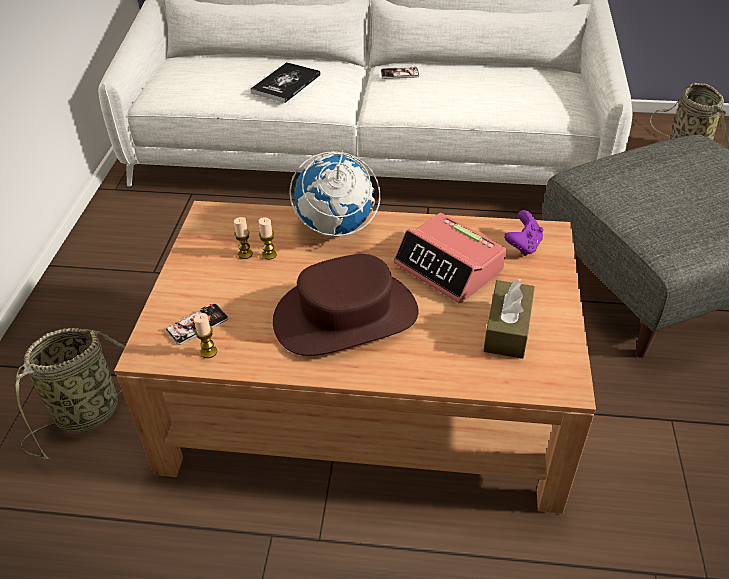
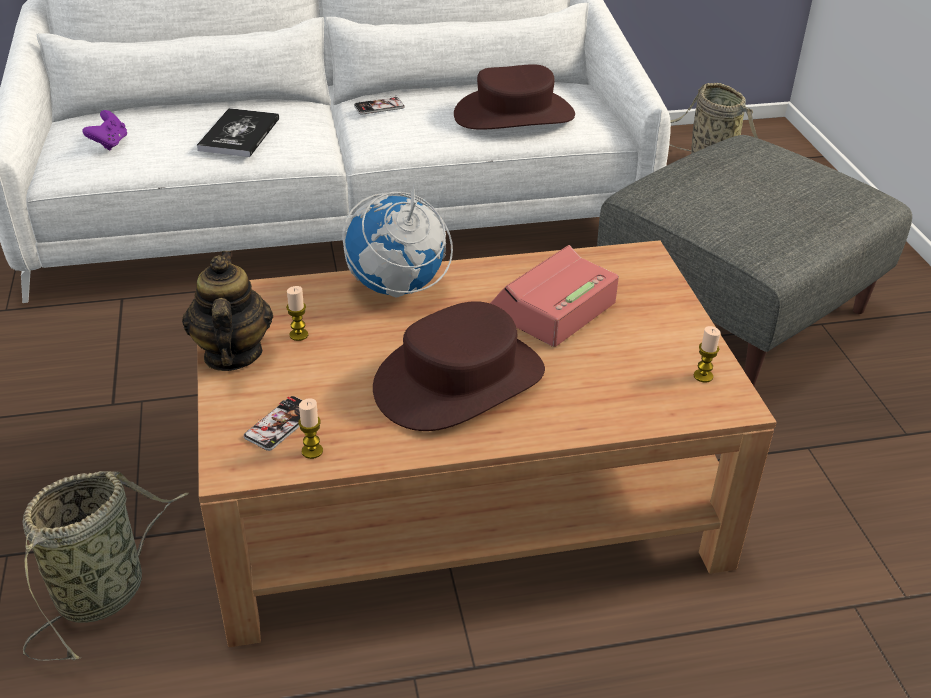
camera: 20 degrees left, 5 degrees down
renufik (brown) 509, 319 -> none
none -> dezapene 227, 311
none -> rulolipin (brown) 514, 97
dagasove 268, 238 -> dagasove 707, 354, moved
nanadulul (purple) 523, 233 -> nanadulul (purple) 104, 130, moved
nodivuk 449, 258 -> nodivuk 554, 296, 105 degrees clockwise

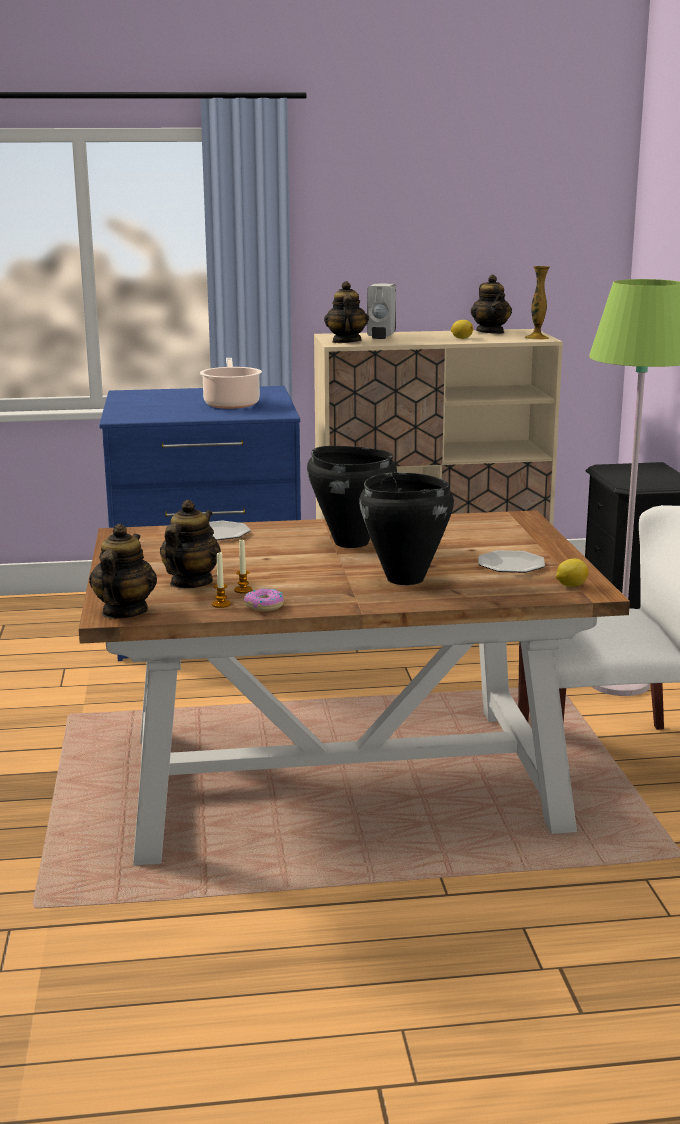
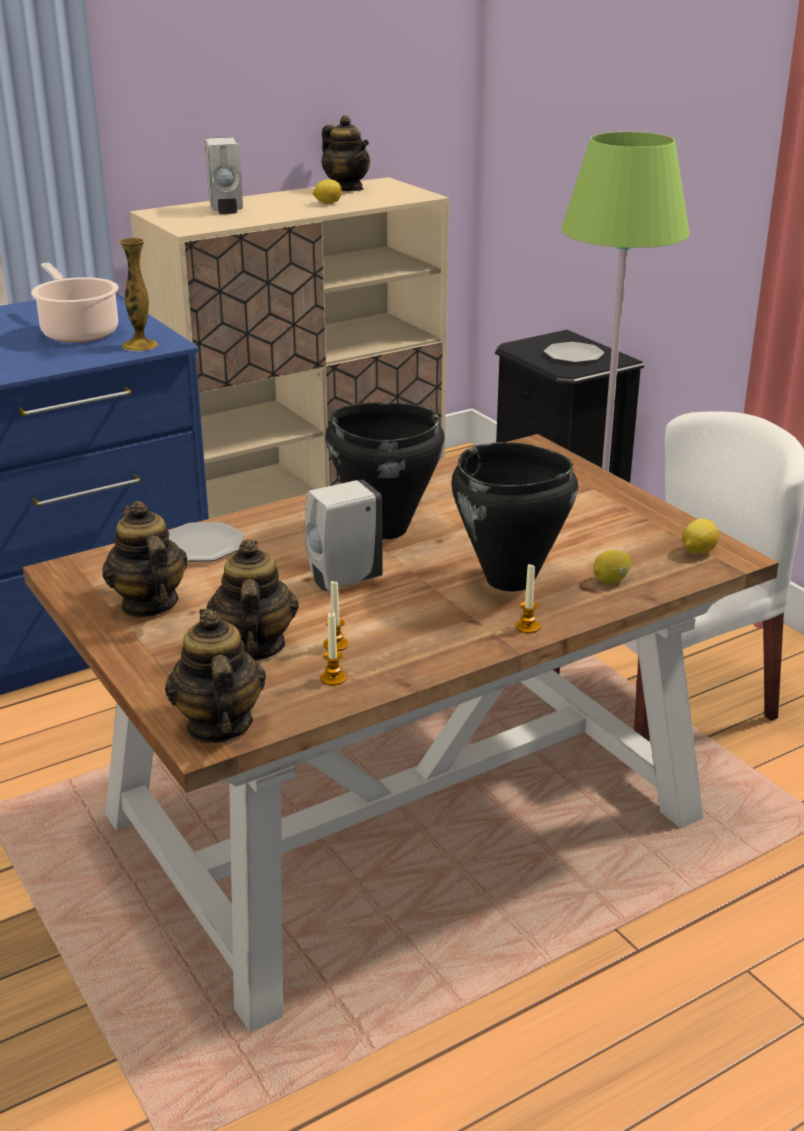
camera: 25 degrees left, 10 degrees up
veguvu 264, 599 -> none
none -> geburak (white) 344, 535
none -> dagasove 528, 598
none -> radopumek 612, 567
dezapene 346, 312 -> dezapene 144, 559, moved
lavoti 511, 561 -> lavoti 574, 352, moved
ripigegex 537, 303 -> ripigegex 139, 294, moved

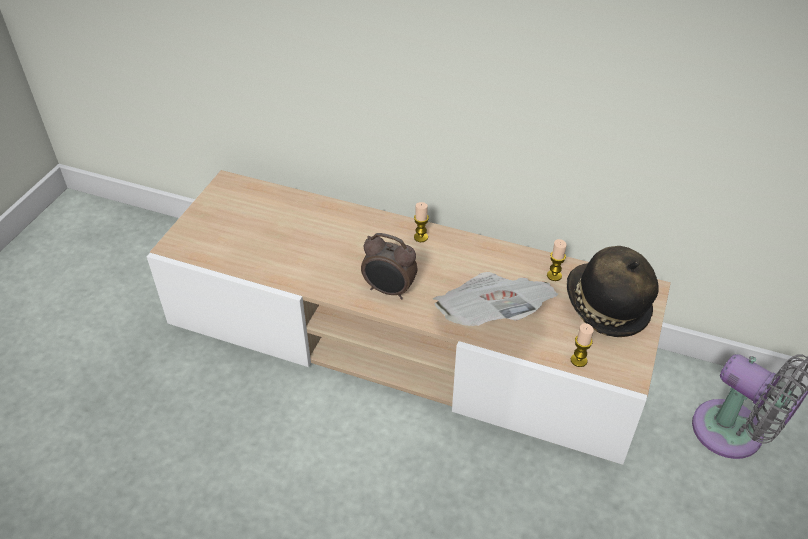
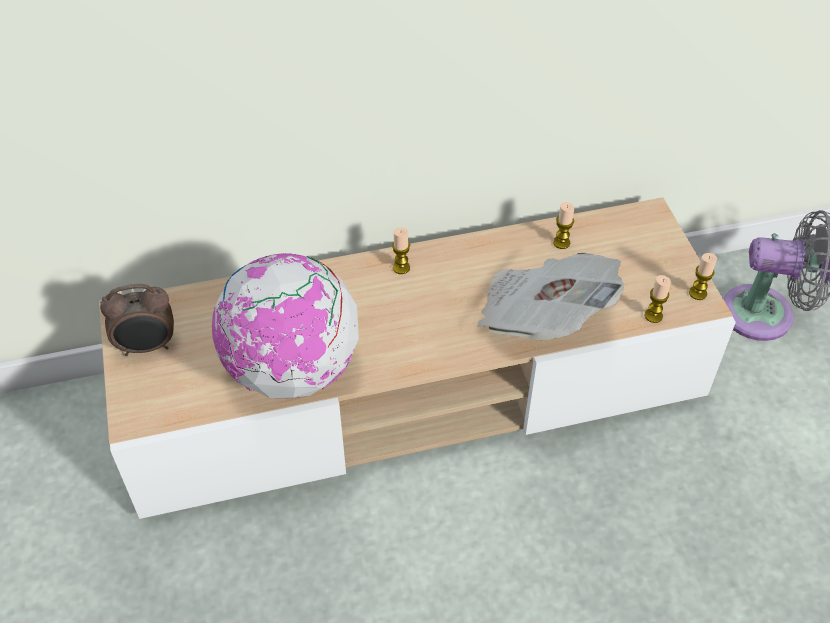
camera: 35 degrees left, 5 degrees up
rulolipin 613, 291 -> none
none -> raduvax 285, 326
none -> dagasove 703, 276
nodivuk 389, 266 -> nodivuk 137, 320, moved

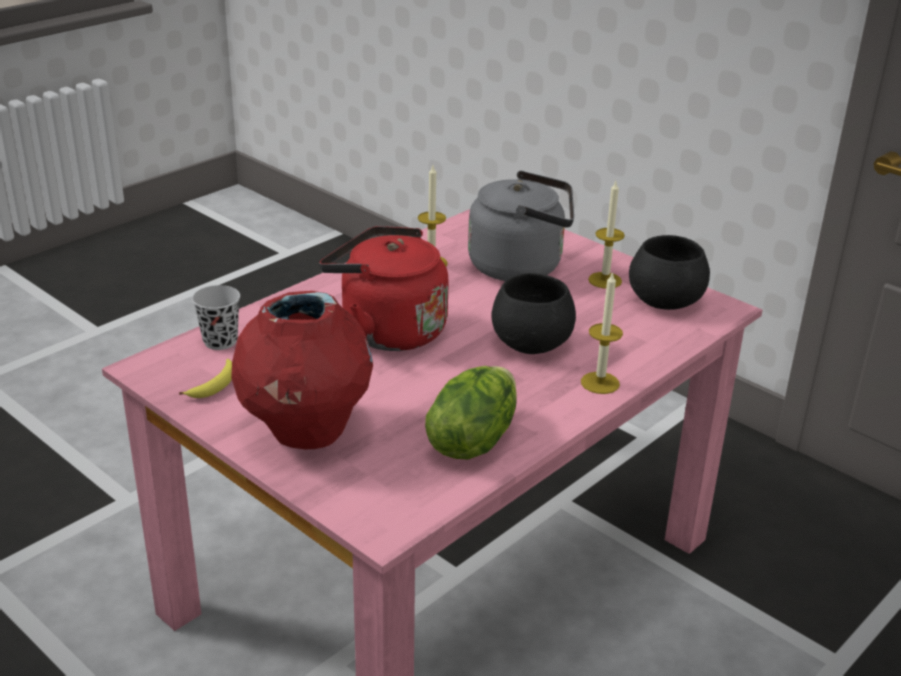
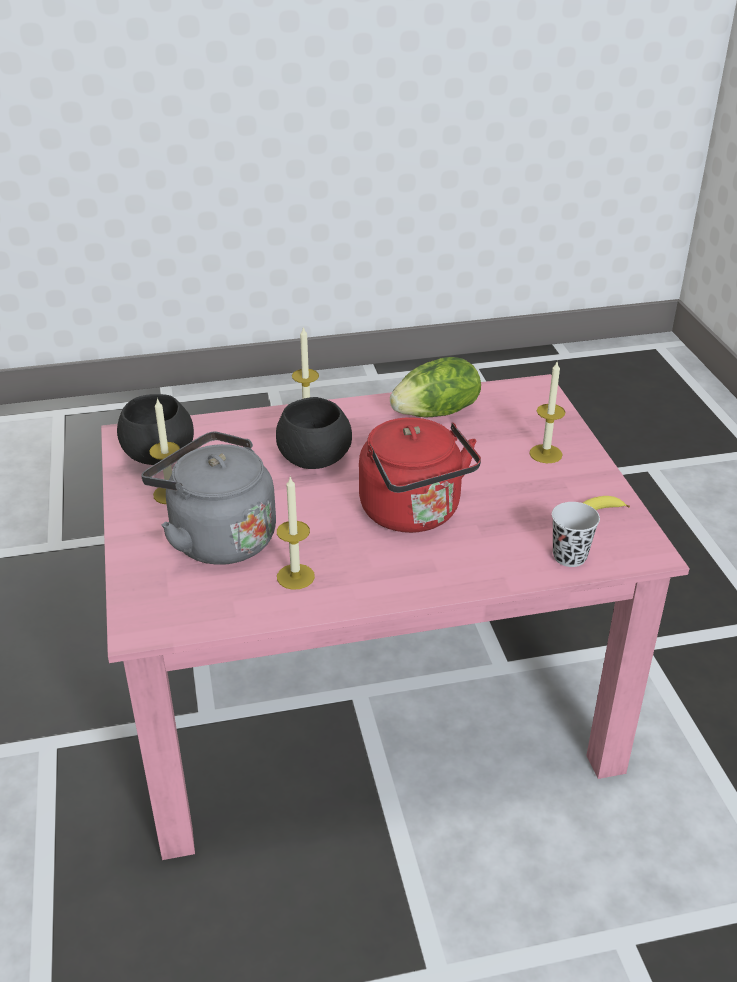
camera: 145 degrees left, 5 degrees up
ripigegex (red) 302, 370 -> dagasove 547, 412

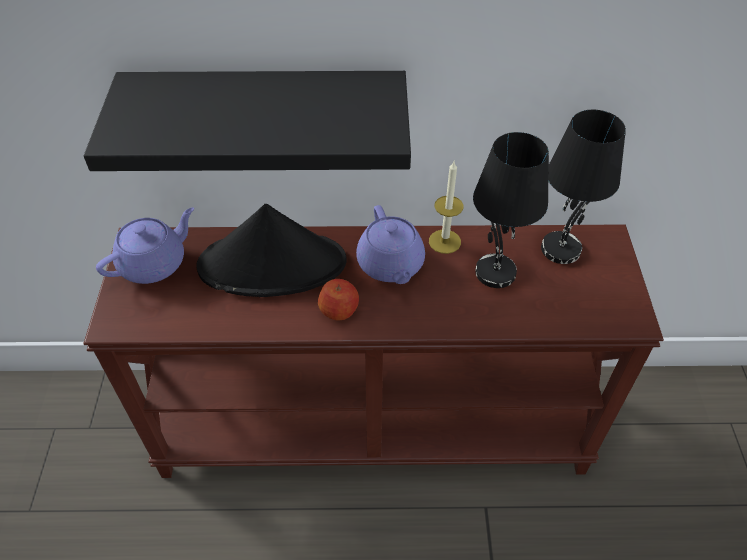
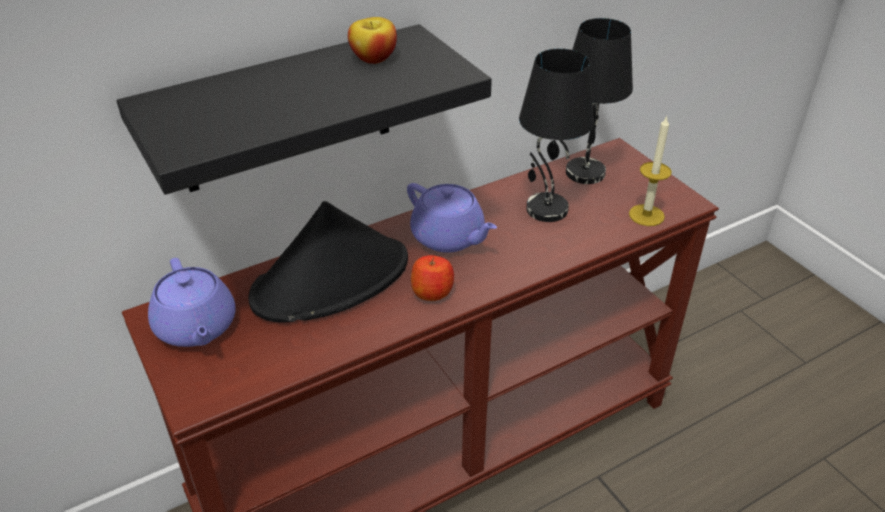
camera: 30 degrees left, 10 degrees down
none -> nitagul 372, 40
dagasove 446, 207 -> dagasove 650, 171, moved
dezapene (purple) 145, 245 -> dezapene (purple) 192, 302, 135 degrees clockwise

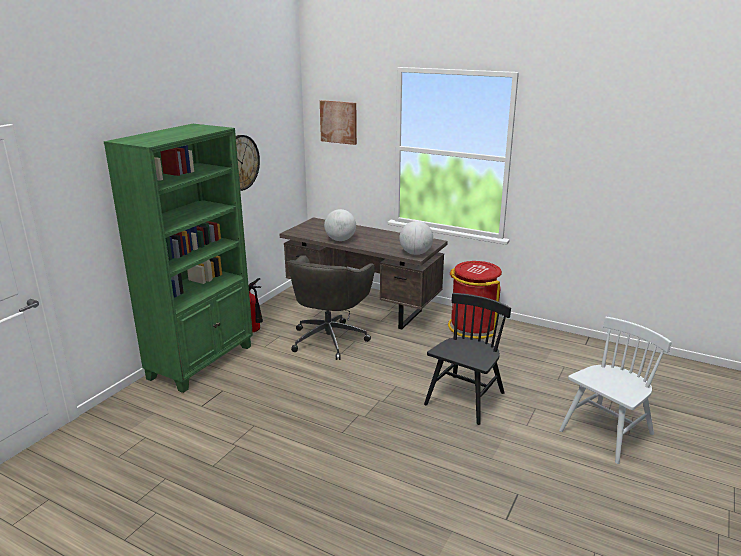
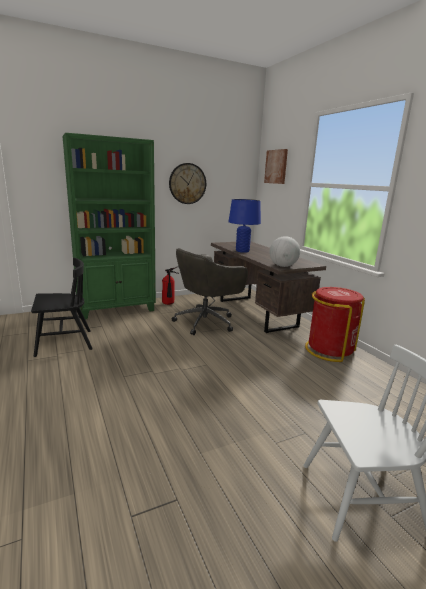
camera: 35 degrees right, 5 degrees down
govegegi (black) 467, 359 -> govegegi (black) 62, 307, moved
raduvax 340, 225 -> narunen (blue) 244, 226

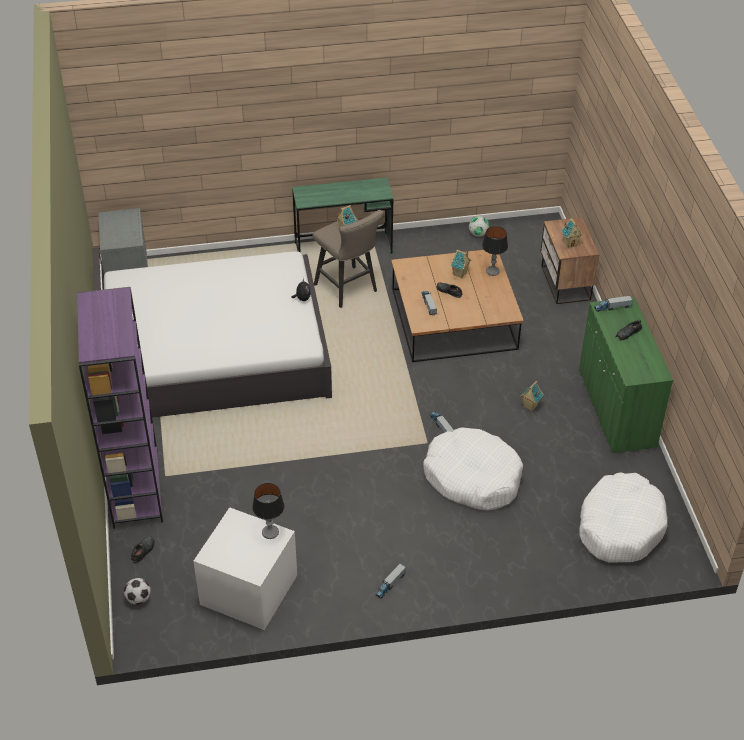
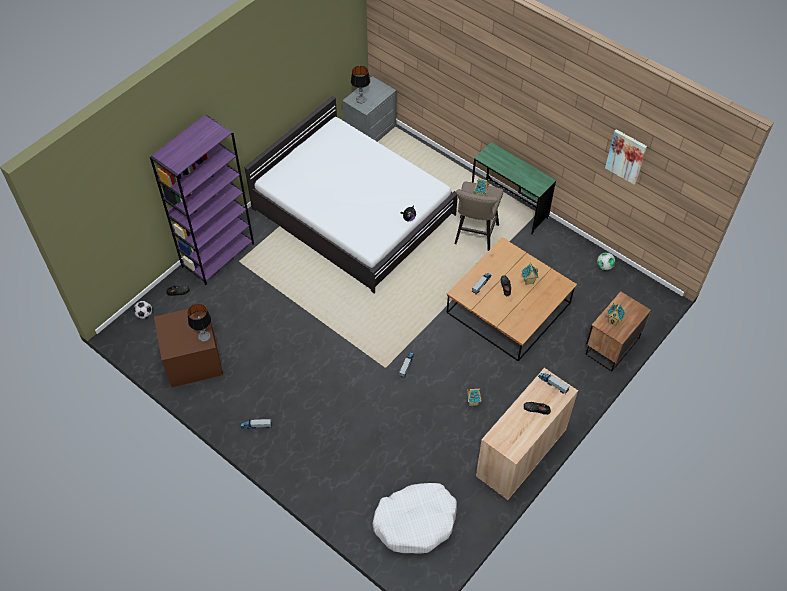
camera: 50 degrees right, 10 degrees up
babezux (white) 473, 469 -> none
none -> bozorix 626, 157
narunen 495, 251 -> narunen 360, 84, moved
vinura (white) 245, 568 -> vinura (brown) 188, 346
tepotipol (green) 626, 375 -> tepotipol (beige) 527, 434

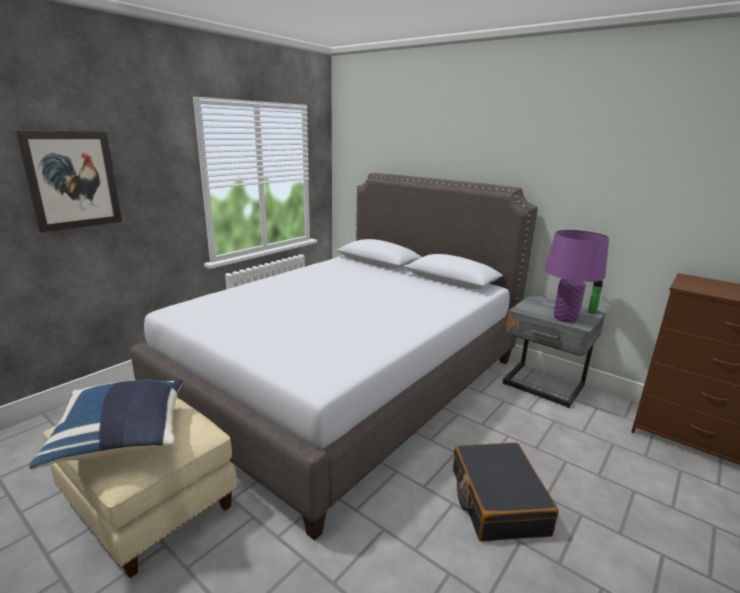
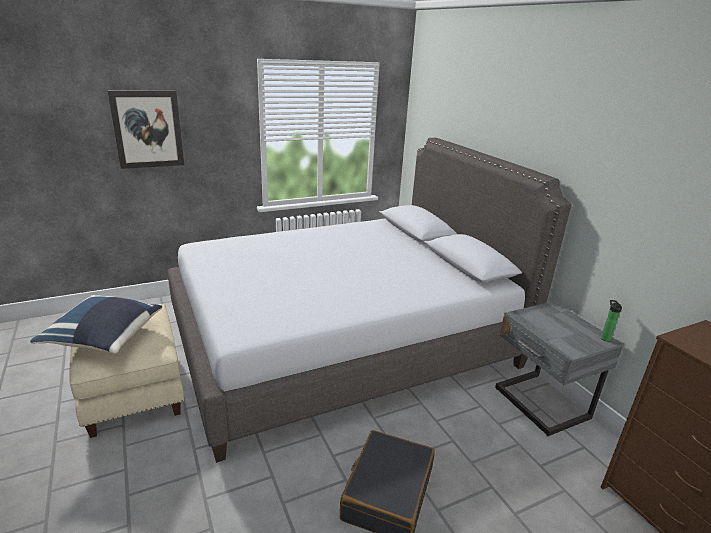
camera: 25 degrees right, 5 degrees up
narunen (purple) 577, 276 -> none

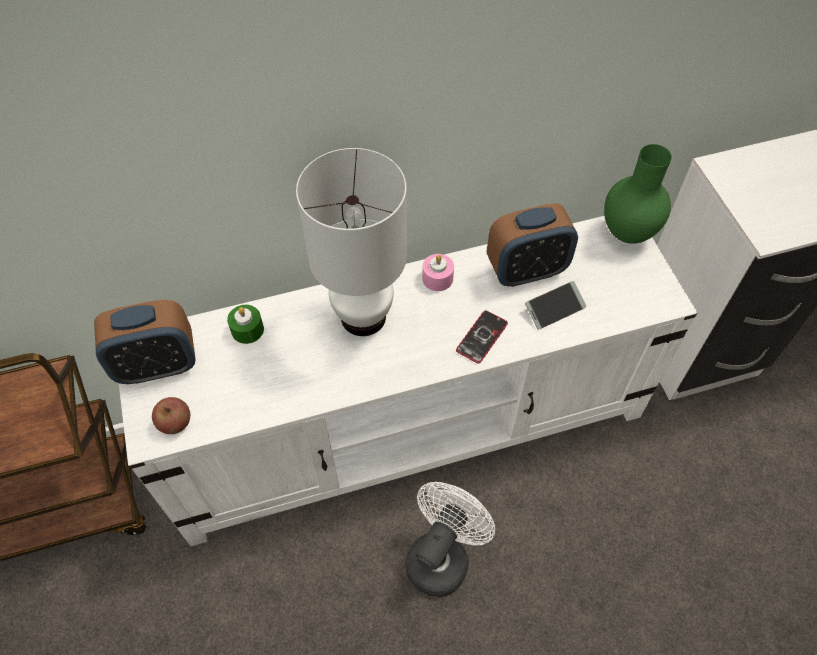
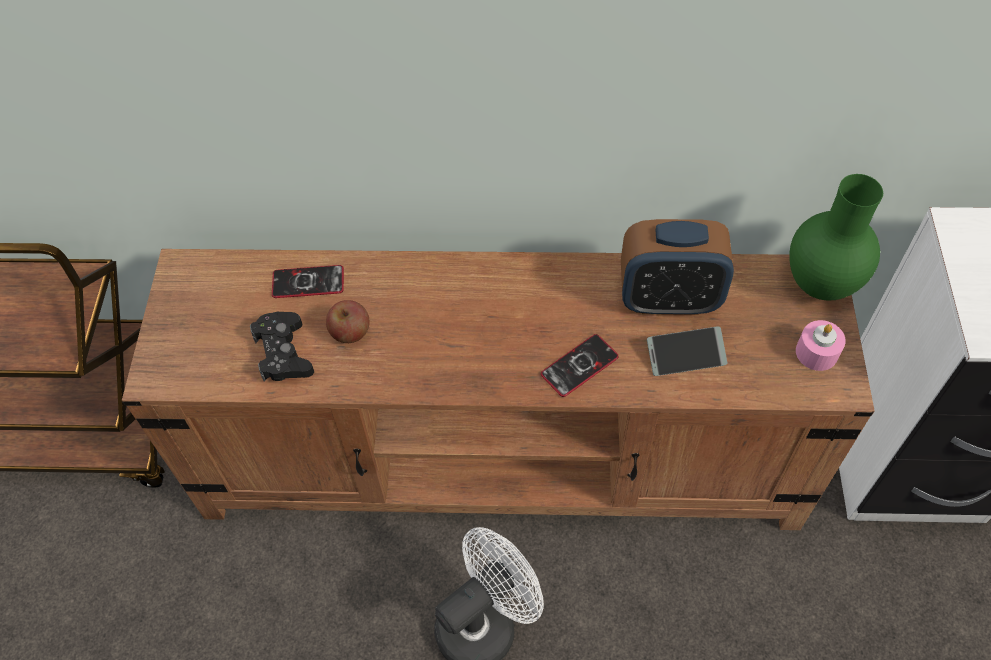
camera: 20 degrees right, 0 degrees up
nodivuk 145, 342 -> none
narunen (white) 351, 242 -> none
none -> nanadulul (black) 282, 346
nitagul 171, 415 -> nitagul 348, 321, moved
dagasove (pink) 438, 272 -> dagasove (pink) 821, 345, moved
dagasove (green) 245, 324 -> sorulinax 308, 281
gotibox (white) 408, 381 -> gotibox (brown) 498, 389

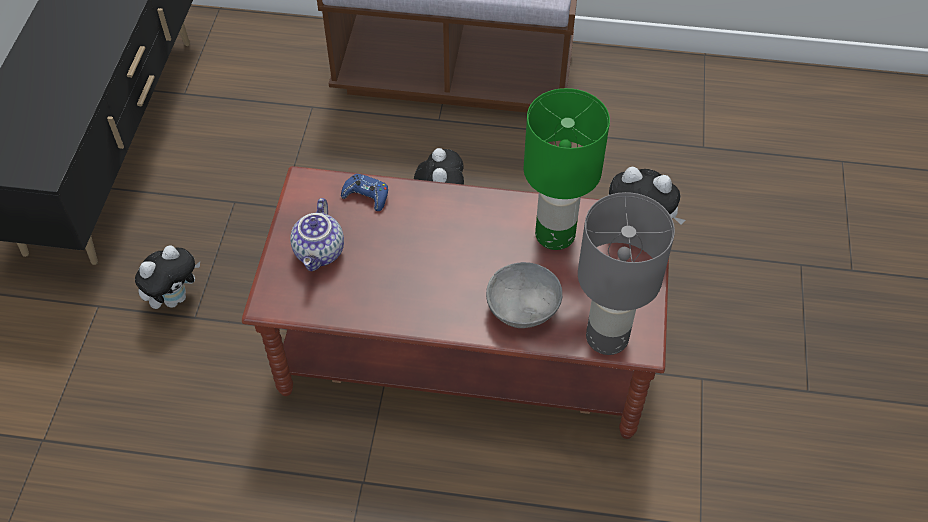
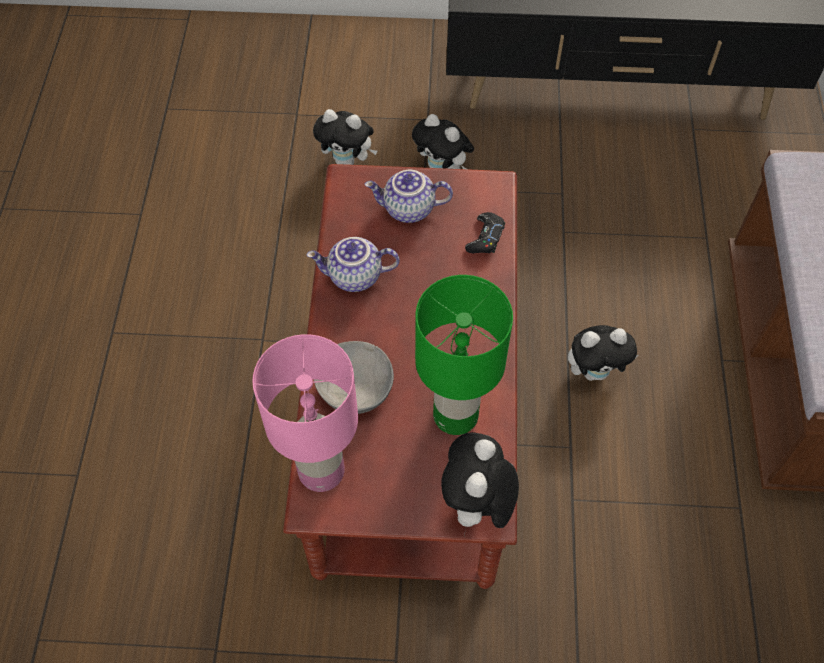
camera: 85 degrees right, 5 degrees up
none -> dezapene 352, 264
none -> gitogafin 345, 137
nanadulul (blue) 364, 192 -> nanadulul (black) 485, 232
narunen (grey) 626, 273 -> narunen (pink) 305, 413

